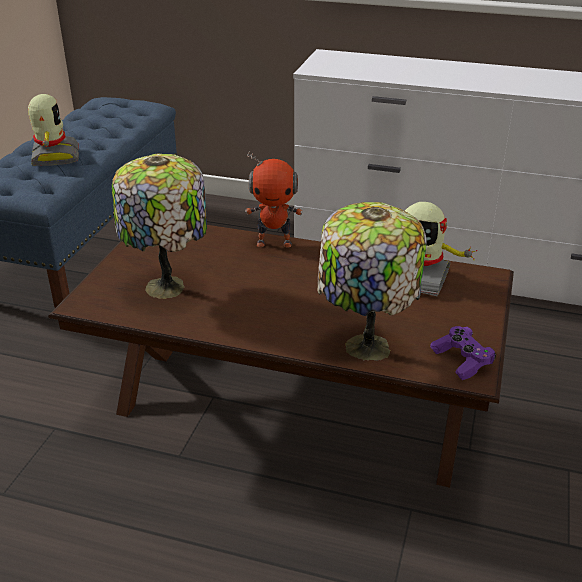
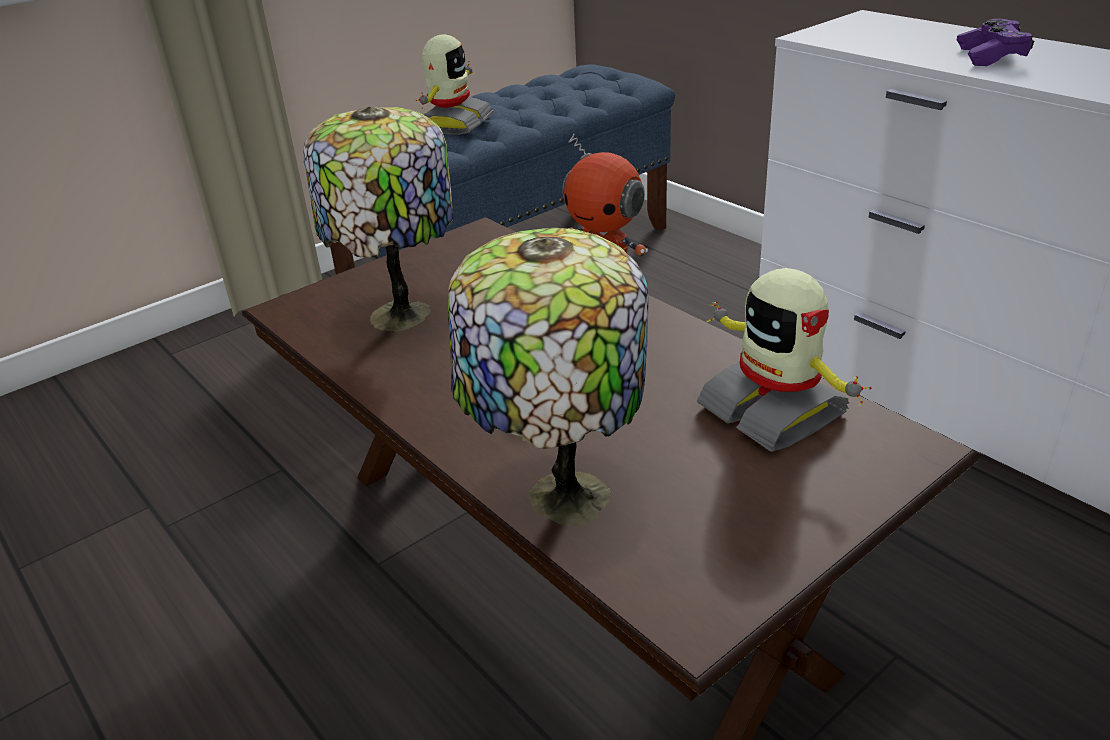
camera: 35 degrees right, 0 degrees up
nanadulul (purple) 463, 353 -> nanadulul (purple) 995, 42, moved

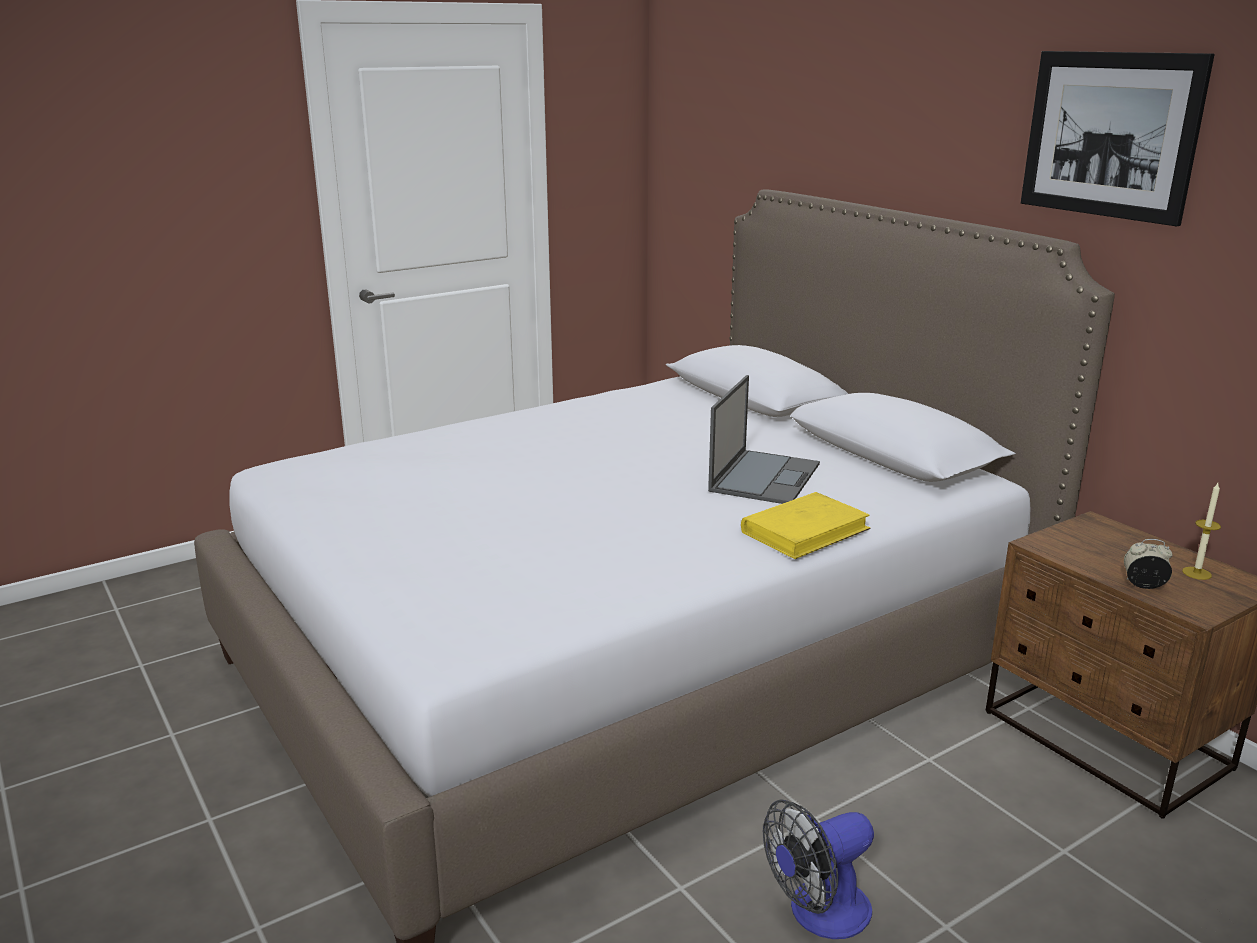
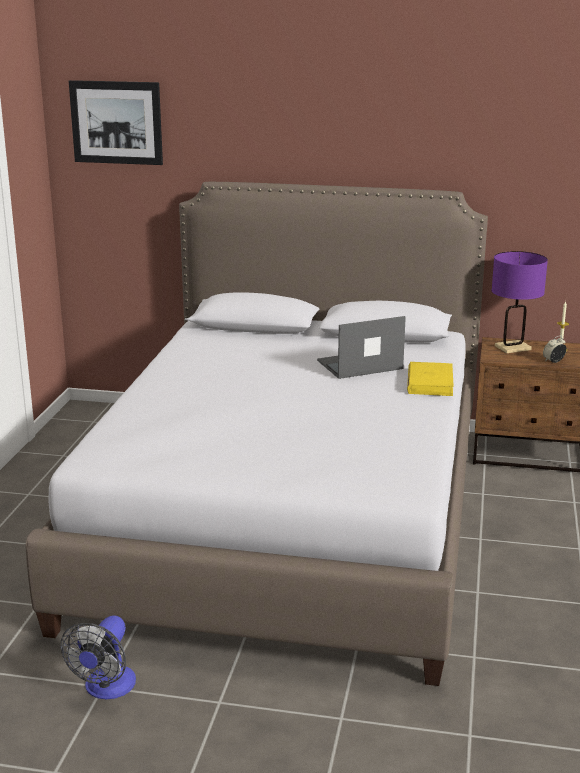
camera: 45 degrees left, 0 degrees up
none -> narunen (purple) 520, 302
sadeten 818, 869 -> sadeten 98, 657, moved
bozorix 1118, 138 -> bozorix 116, 122, moved
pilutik 764, 439 -> pilutik 361, 347, 90 degrees counterclockwise

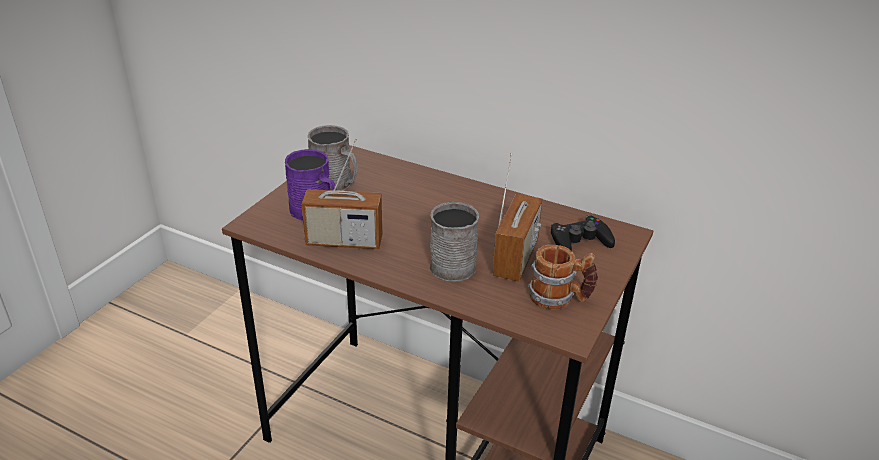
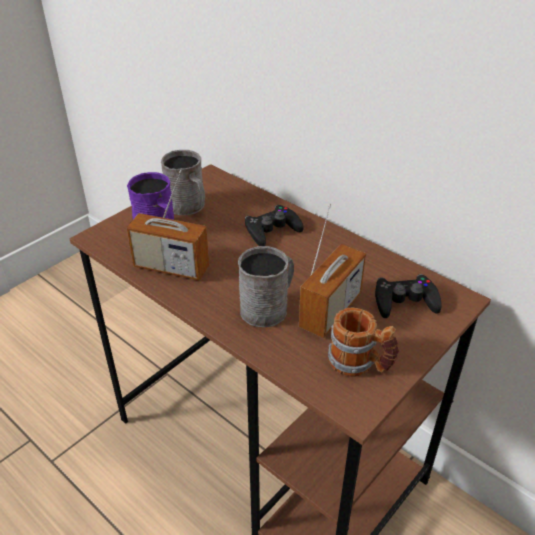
camera: 15 degrees right, 5 degrees up
none -> nanadulul (black) 274, 225

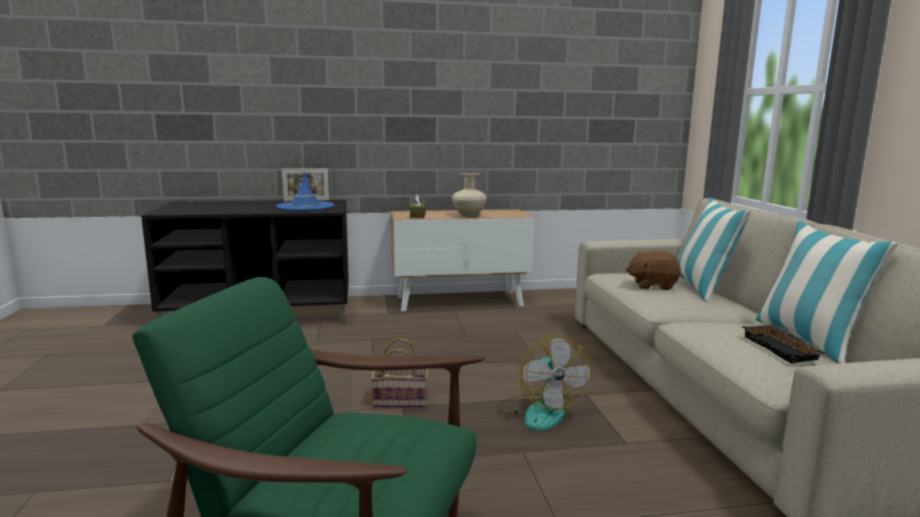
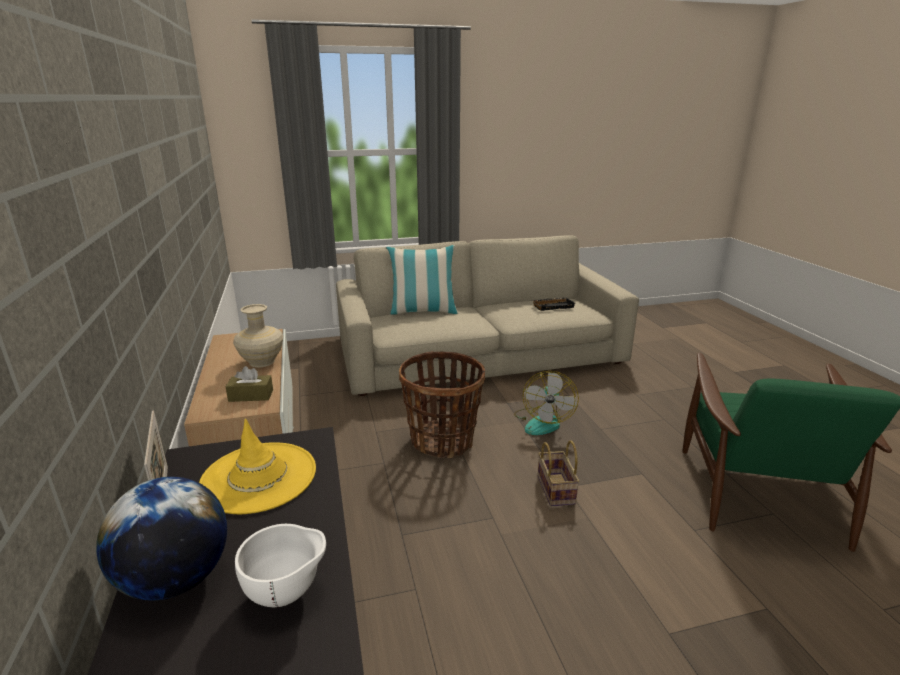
camera: 95 degrees left, 10 degrees up
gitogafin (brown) 653, 270 -> none
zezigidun 826, 292 -> none
none -> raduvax 161, 538
none -> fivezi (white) 280, 565
none -> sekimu 442, 404
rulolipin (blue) 305, 191 -> rulolipin (yellow) 257, 467
sadeten 544, 383 -> sadeten 546, 403, 120 degrees clockwise

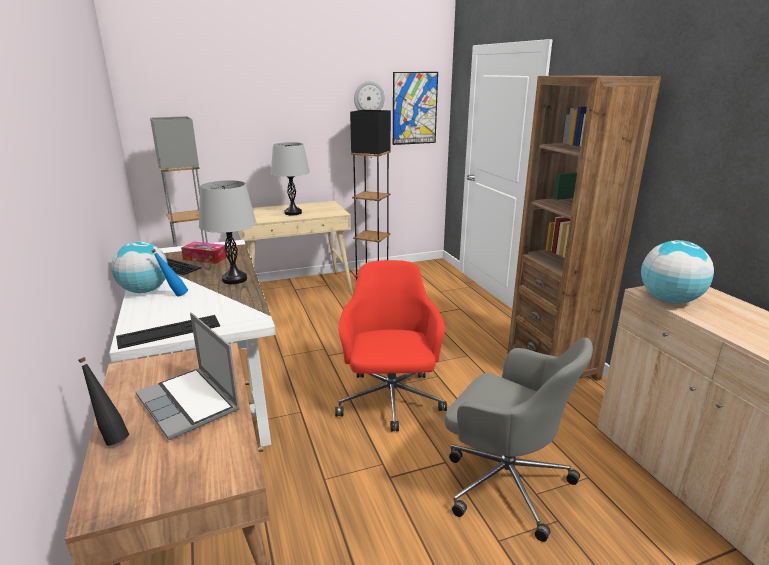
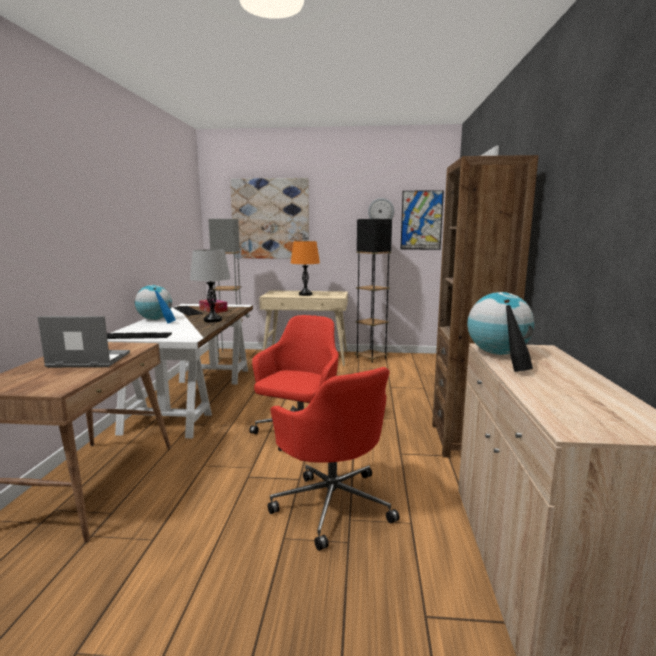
camera: 25 degrees right, 10 degrees down
none -> bozorix 269, 218
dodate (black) 103, 401 -> dodate (black) 518, 335, moved
narunen (grey) 290, 178 -> narunen (orange) 305, 268
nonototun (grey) 519, 440 -> nonototun (red) 334, 459
pilutik 187, 376 -> pilutik 84, 342, 105 degrees clockwise

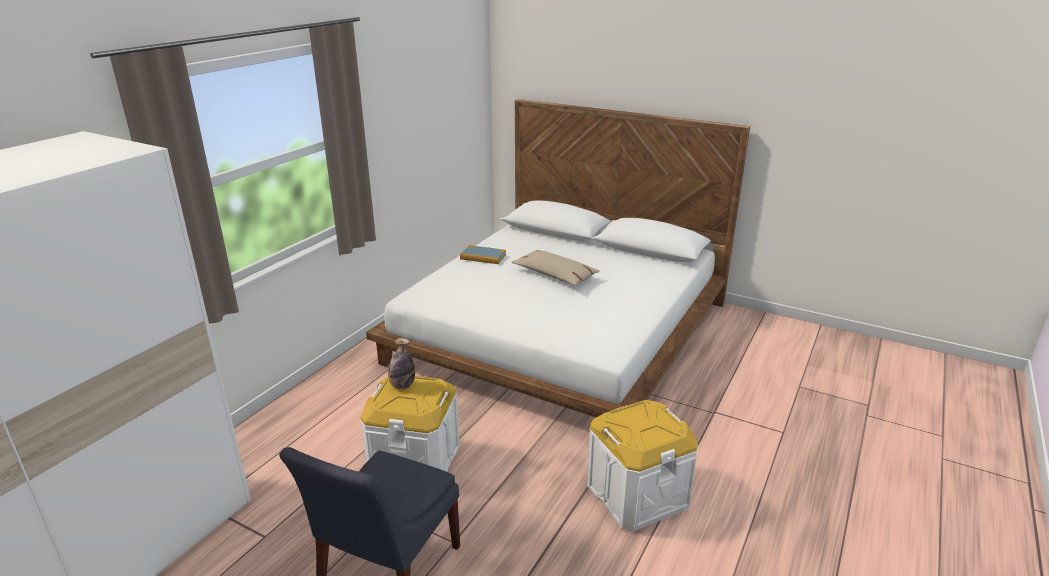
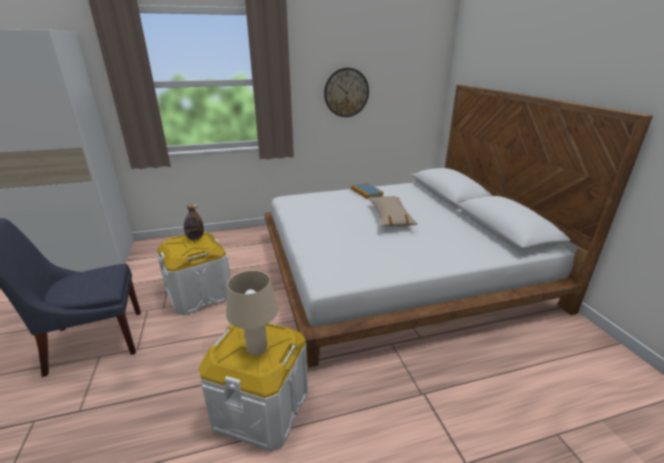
camera: 45 degrees right, 0 degrees up
none -> narunen (beige) 252, 313
none -> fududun 346, 92

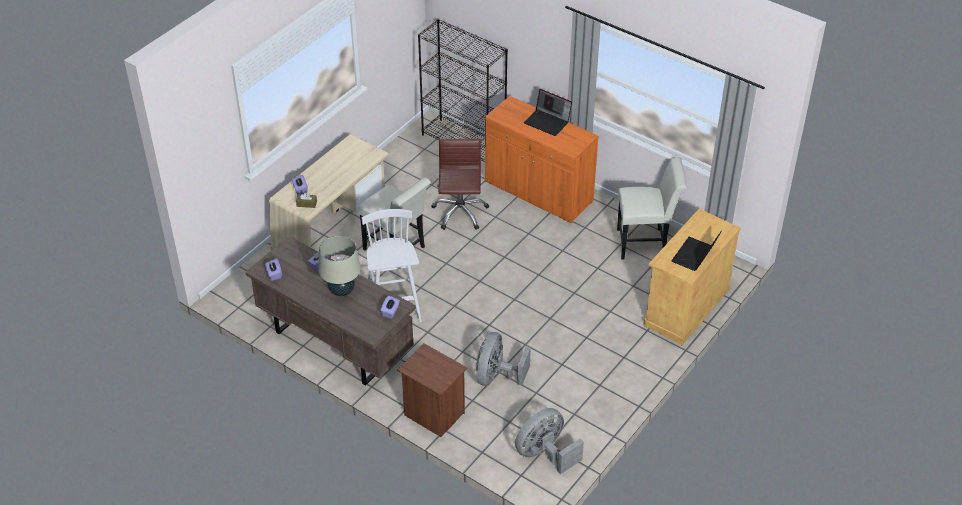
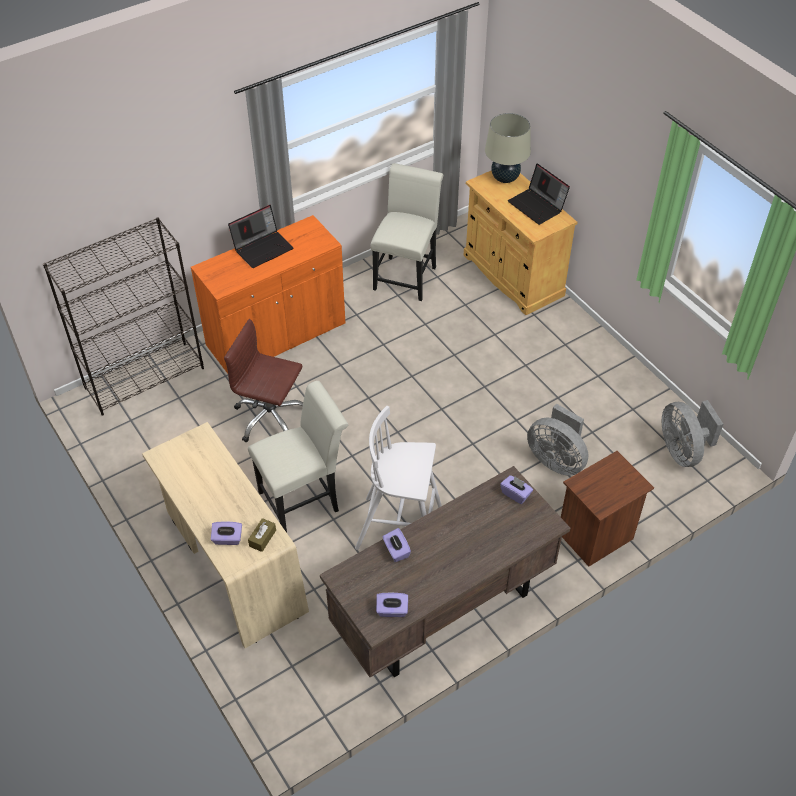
camera: 70 degrees left, 5 degrees up
narunen (beige) 340, 266 -> narunen (beige) 508, 148, moved

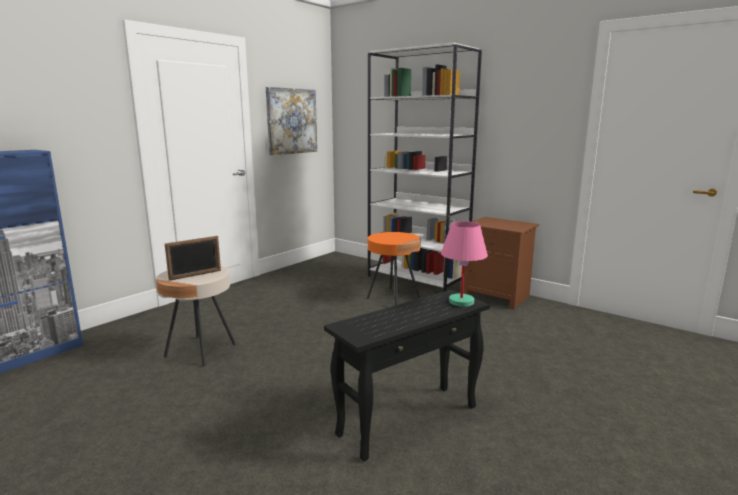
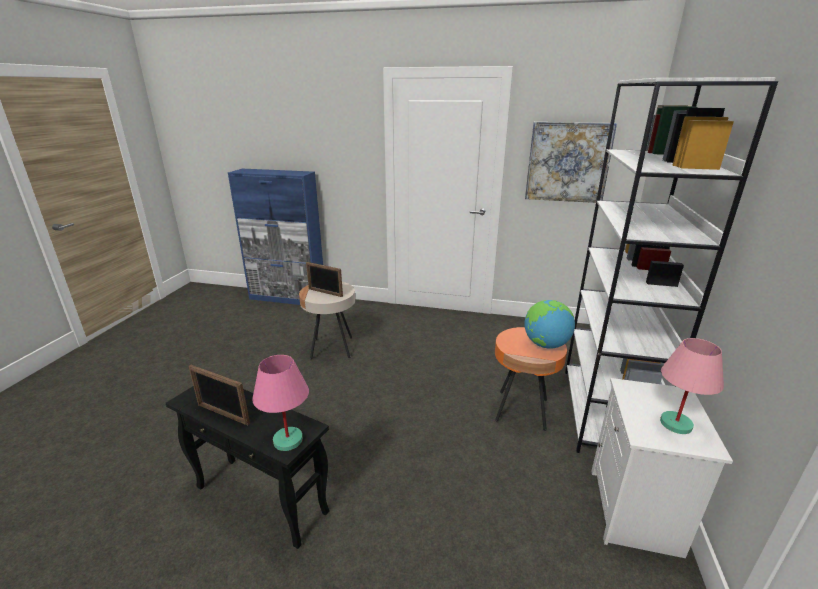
camera: 65 degrees right, 10 degrees up
none -> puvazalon 219, 395
none -> raduvax 549, 324
none -> narunen (pink) 692, 386
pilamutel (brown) 501, 263 -> pilamutel (white) 662, 468

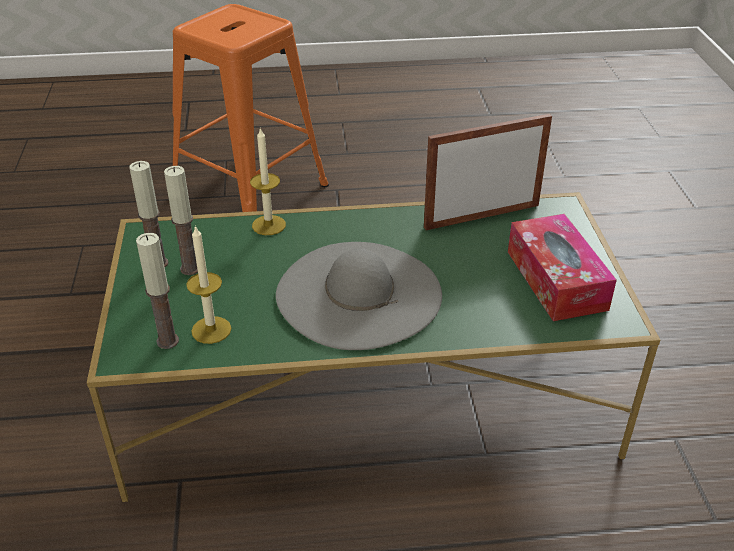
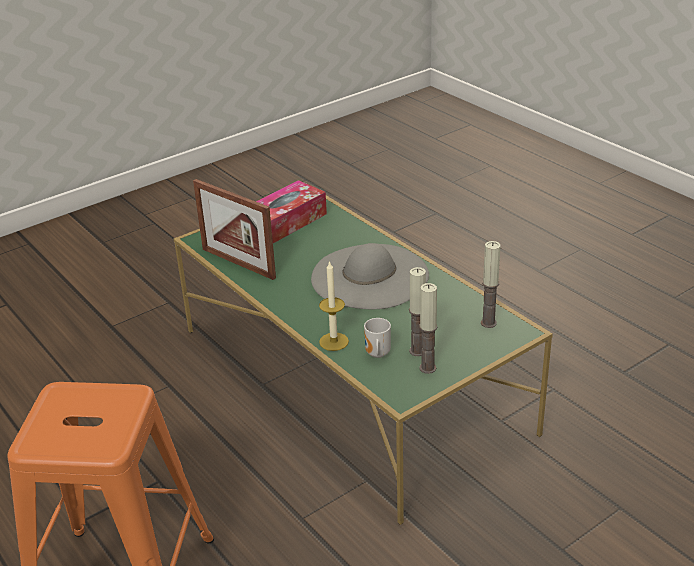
camera: 120 degrees left, 5 degrees down
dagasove 208, 284 -> none
none -> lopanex 377, 338

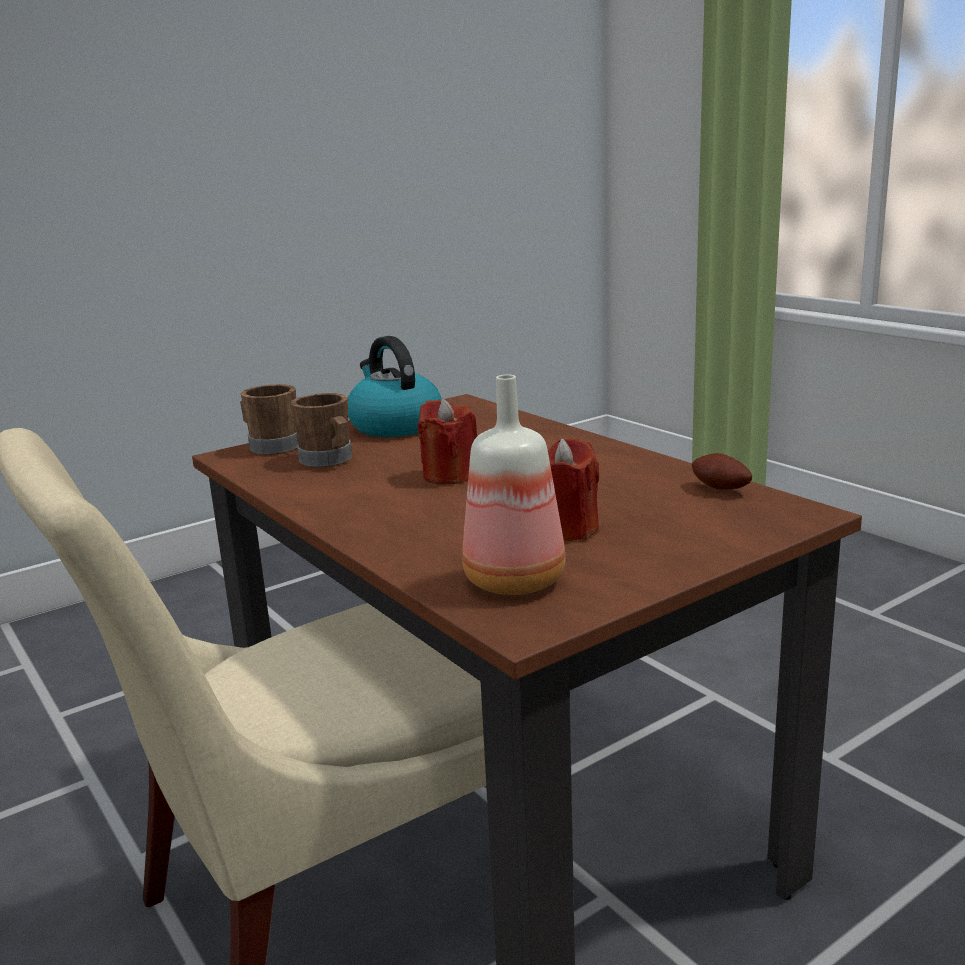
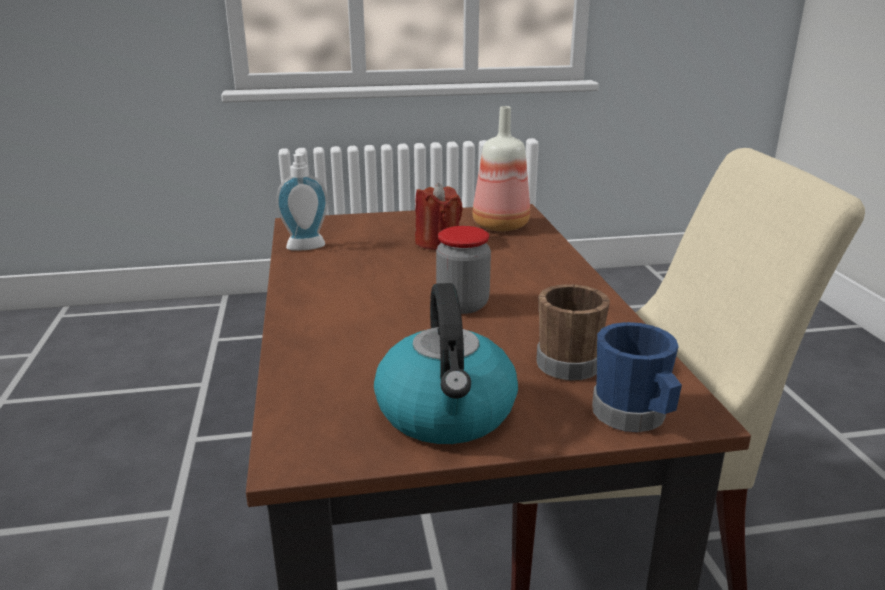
camera: 155 degrees left, 5 degrees up
dagasove (red) 447, 442 -> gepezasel 463, 270
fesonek 722, 471 -> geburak 302, 200
lopanex (brown) 269, 419 -> lopanex (blue) 637, 377

